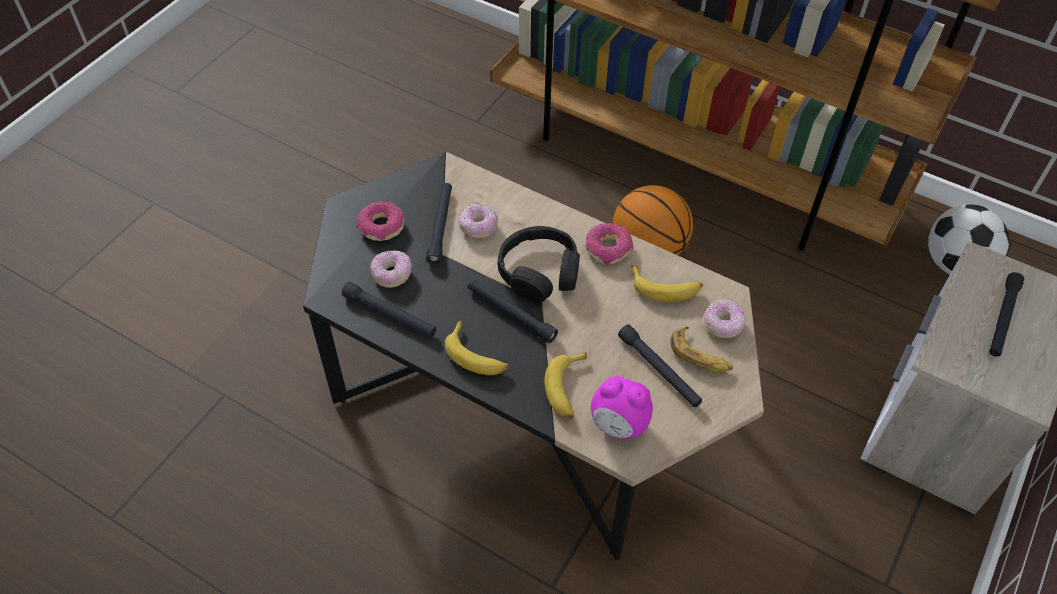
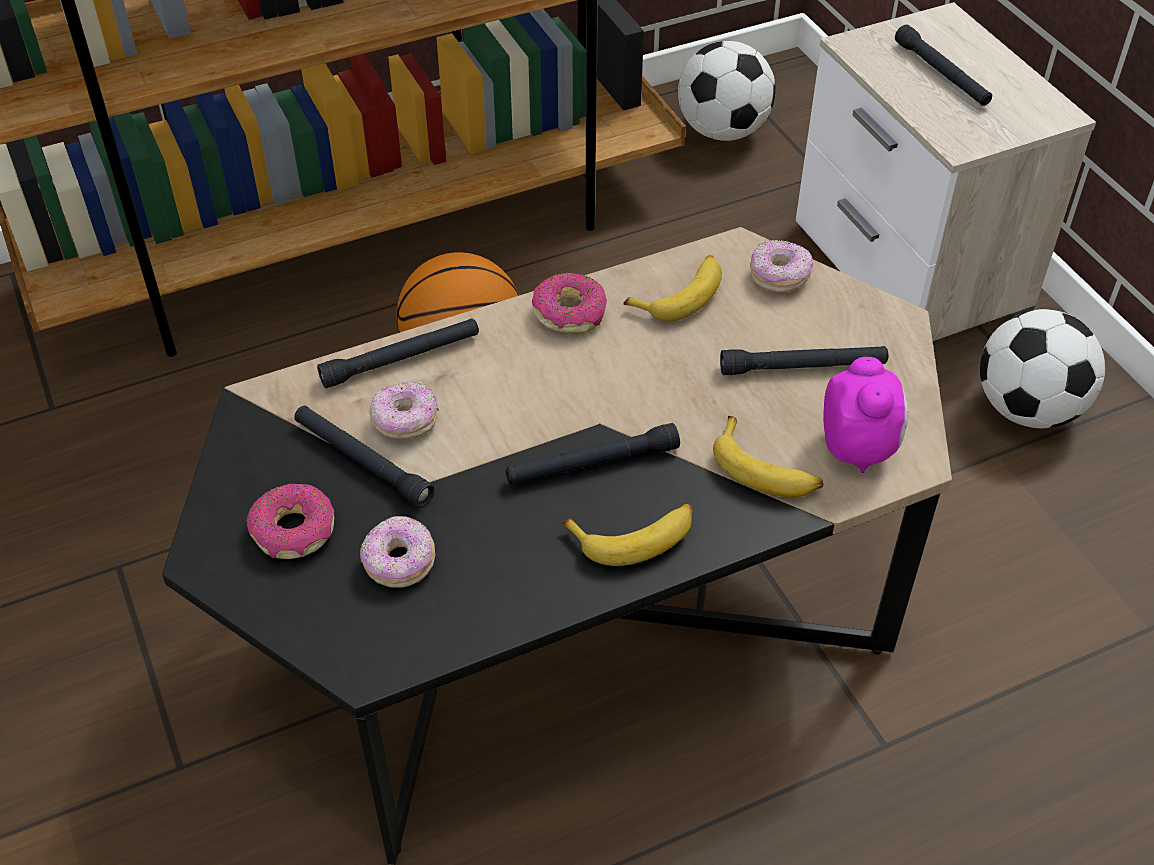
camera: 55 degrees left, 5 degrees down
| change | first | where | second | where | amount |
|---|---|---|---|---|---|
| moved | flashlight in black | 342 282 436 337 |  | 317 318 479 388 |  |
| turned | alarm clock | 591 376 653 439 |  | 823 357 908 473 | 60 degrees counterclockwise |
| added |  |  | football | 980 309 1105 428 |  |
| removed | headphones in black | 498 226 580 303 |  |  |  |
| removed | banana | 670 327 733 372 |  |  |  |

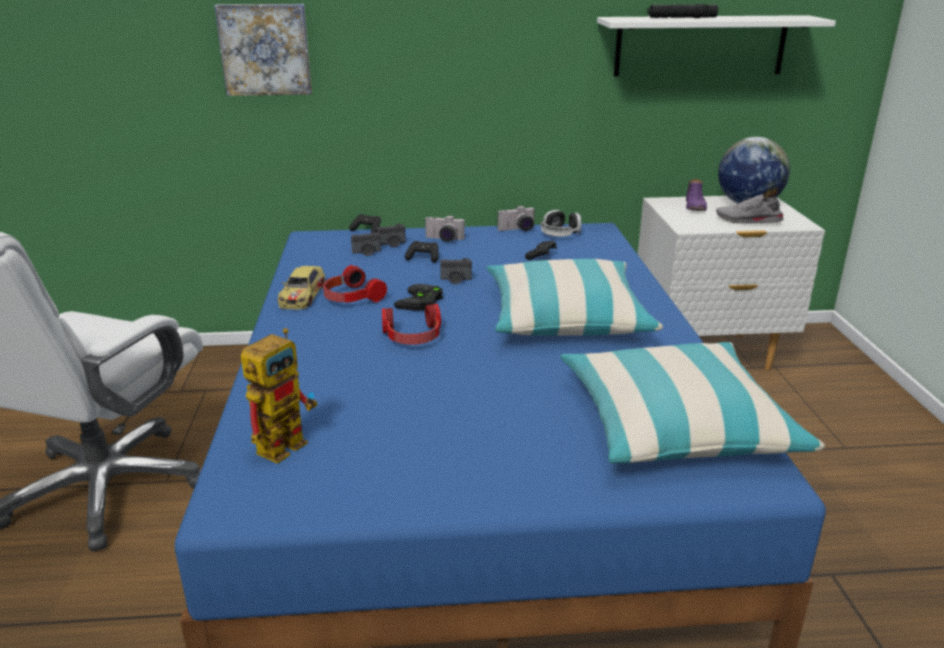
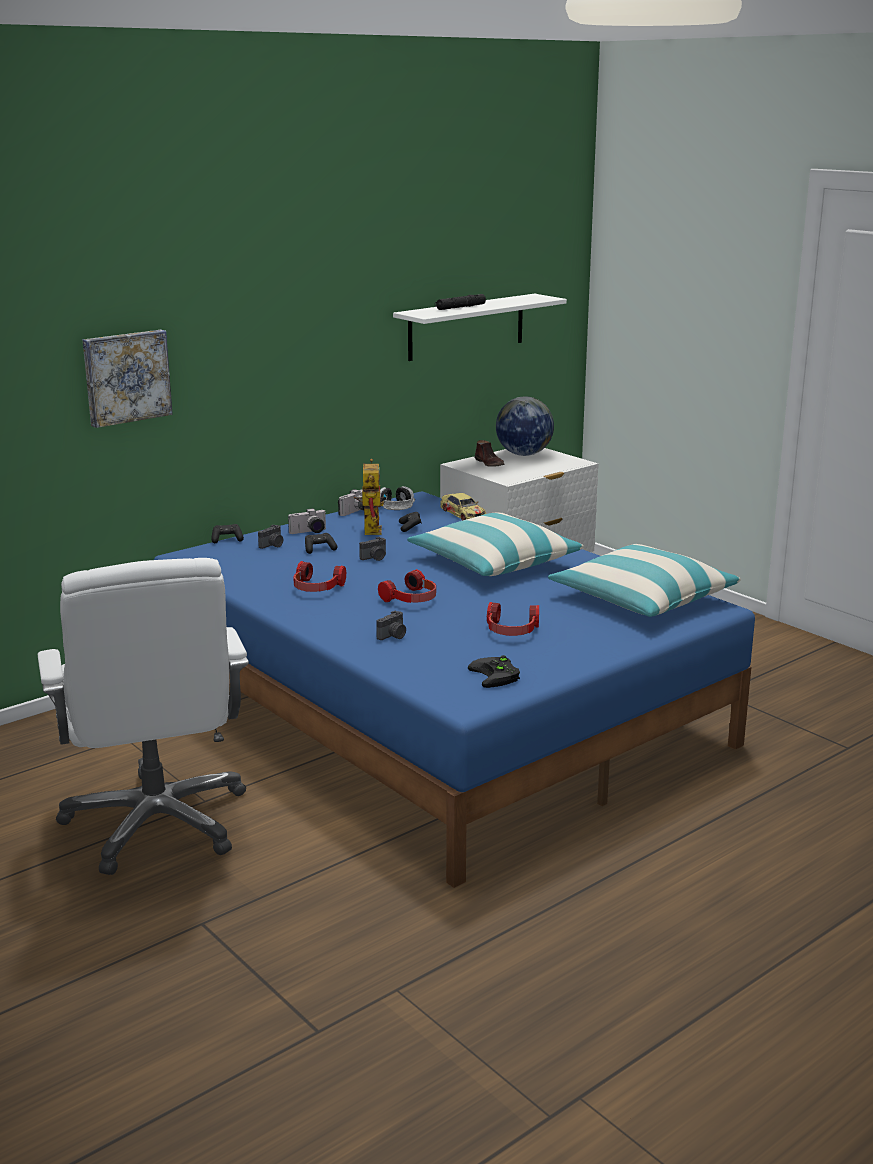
camera: 35 degrees left, 5 degrees down
| change | first | where | second | where | amount |
|---|---|---|---|---|---|
| moved | toy robot | 241 328 317 464 |  | 354 459 386 535 |  |
| moved | photo camera | 351 232 381 256 |  | 376 611 406 640 |  |
| moved | toy car | 278 266 325 309 |  | 440 493 486 521 |  |
| moved | game controller in black | 394 284 443 310 |  | 468 655 520 688 |  |
| recoloured | shoe in purple | 686 179 707 211 | shoe in brown | 475 440 504 467 |  |
| added |  |  | headphones | 487 602 539 636 |  |
| removed | shoe in grey | 716 194 784 224 |  |  |  |

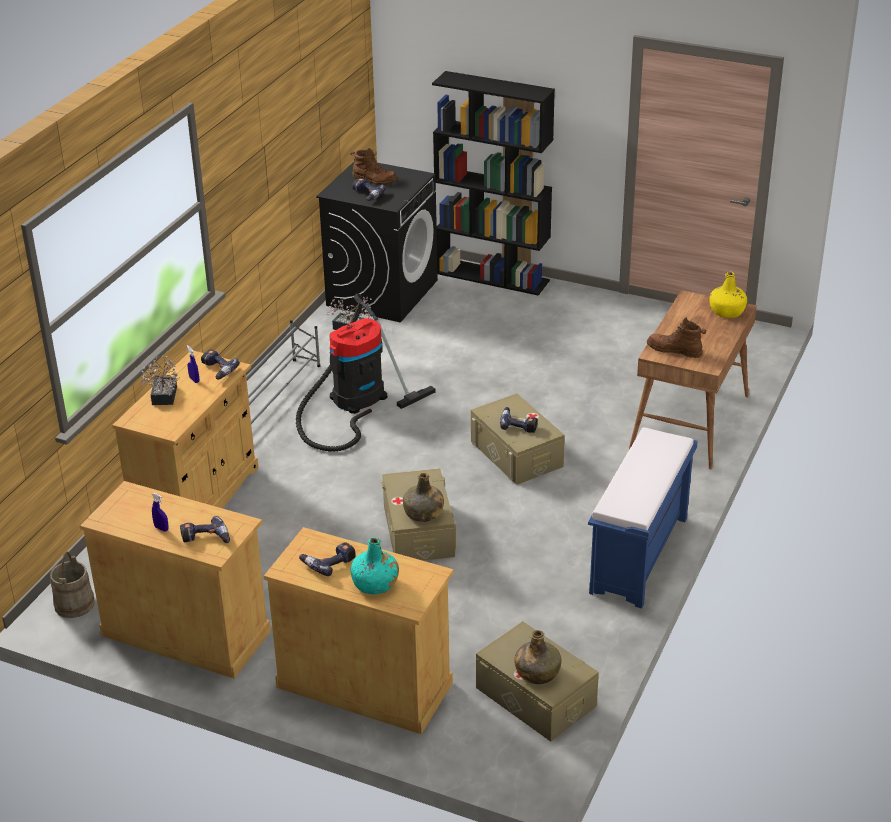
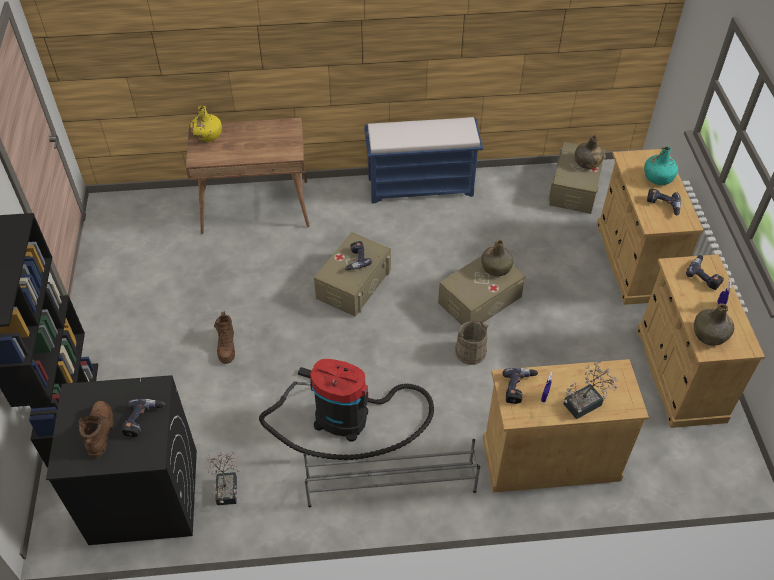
camera: 120 degrees left, 15 degrees up
| change | first | where | second | where | amount |
|---|---|---|---|---|---|
| moved | boot in brown | 647 318 706 358 |  | 214 312 235 364 |  |
| moved | bucket in beige | 50 552 95 618 |  | 455 320 489 365 |  |
| added |  |  | bottle in green | 694 303 734 346 |  |

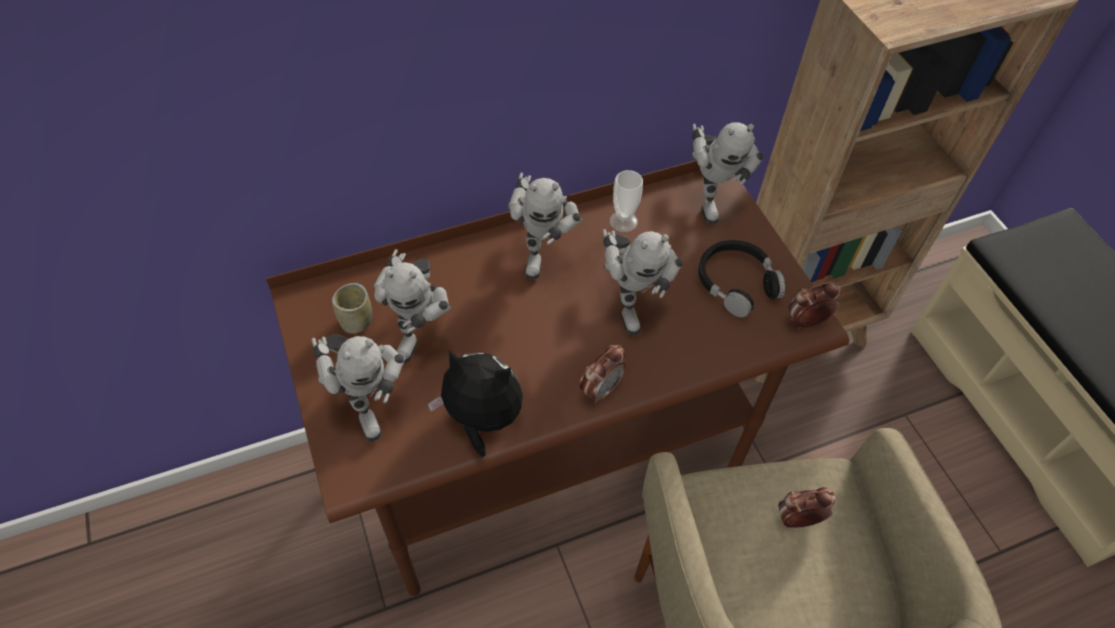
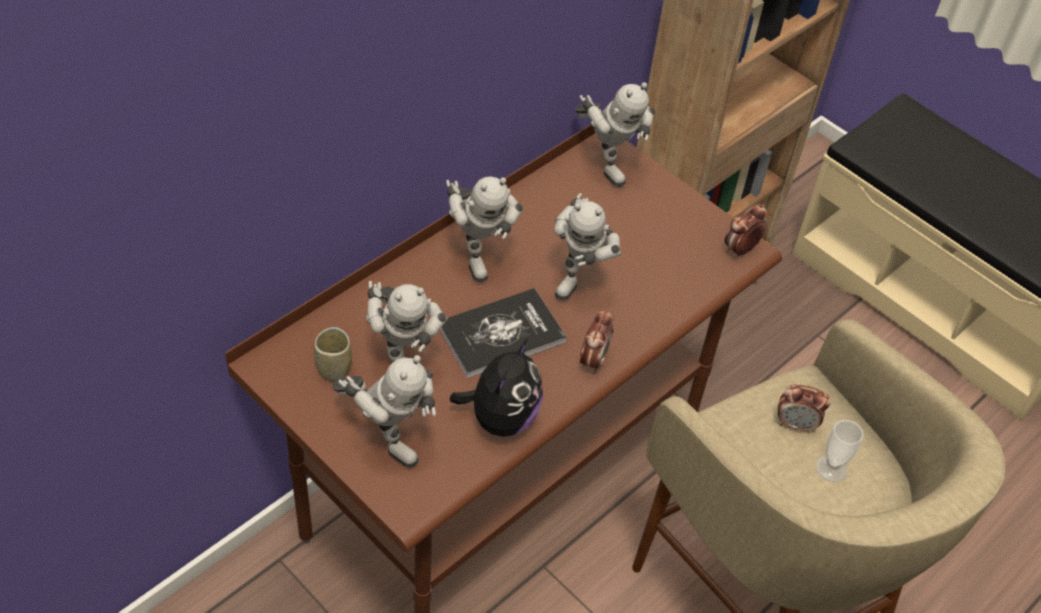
camera: 25 degrees left, 5 degrees down
| change | first | where | second | where | amount |
|---|---|---|---|---|---|
| added |  |  | book | 439 288 567 378 |  |
| turned | plush toy | 428 350 523 457 |  | 449 339 543 437 | 120 degrees clockwise |
| turned | toy robot | 603 229 683 335 |  | 554 193 622 300 | 60 degrees clockwise |
| turned | alarm clock | 778 487 835 528 |  | 778 385 831 433 | 135 degrees counterclockwise |
| moved | cup | 610 170 643 232 |  | 816 420 864 482 |  |
| removed | headphones in black | 699 240 785 317 |  |  |  |

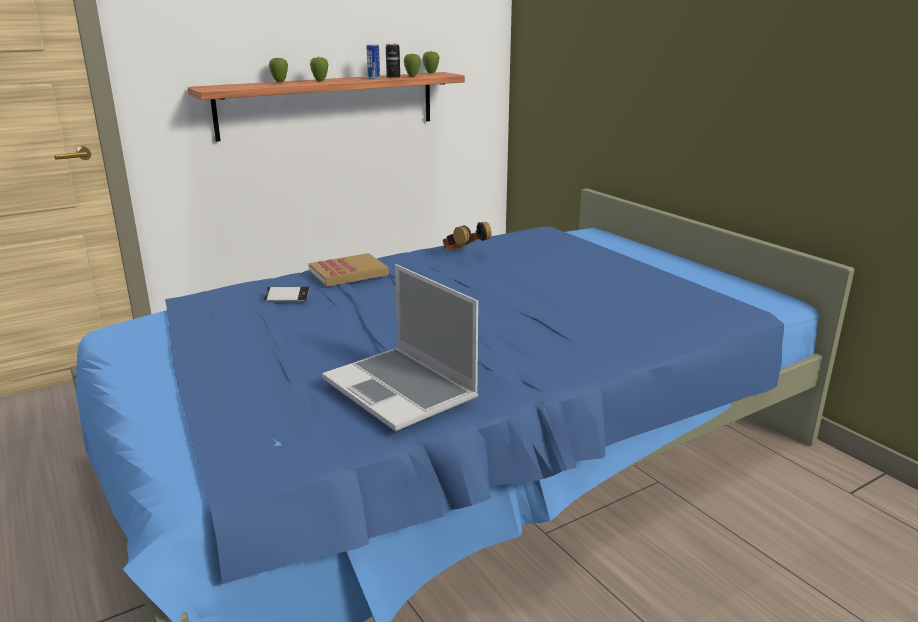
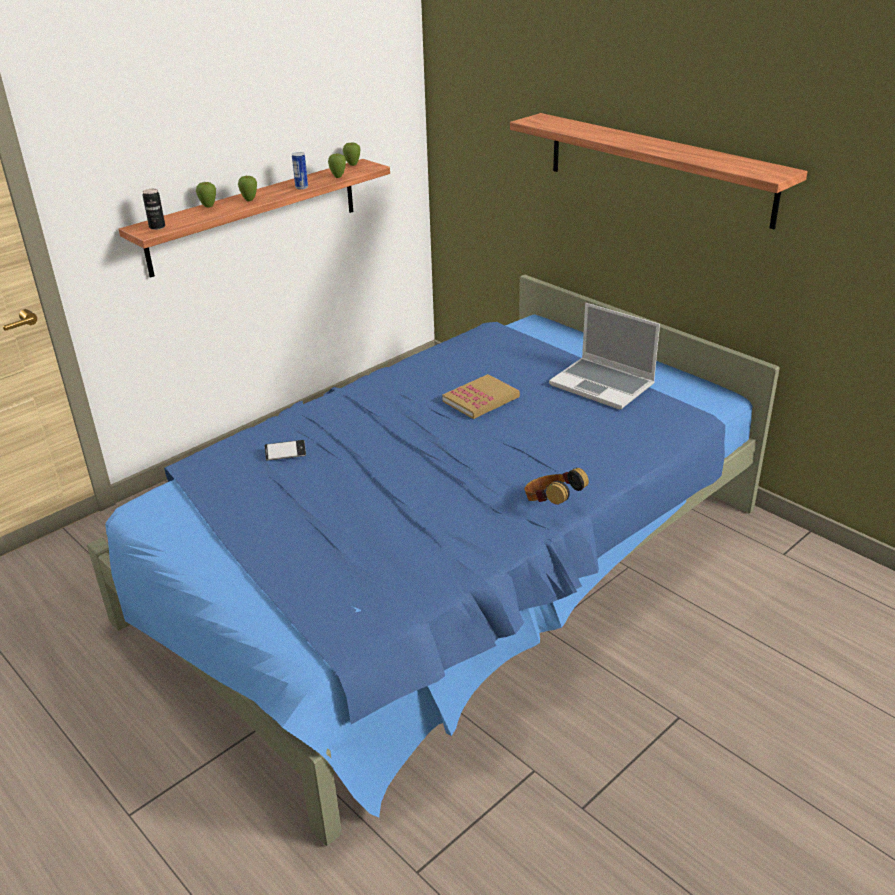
camera: 10 degrees left, 10 degrees up
| change | first | where | second | where | amount |
|---|---|---|---|---|---|
| moved | can | 386 44 400 78 |  | 142 189 165 230 |  |
| moved | book | 308 253 389 287 |  | 442 374 520 419 |  |
| added |  |  | shelf | 510 113 808 229 |  |
| moved | headphones | 443 222 492 250 |  | 524 468 589 505 |  |
| moved | laptop | 322 264 478 432 |  | 549 303 660 410 |  |

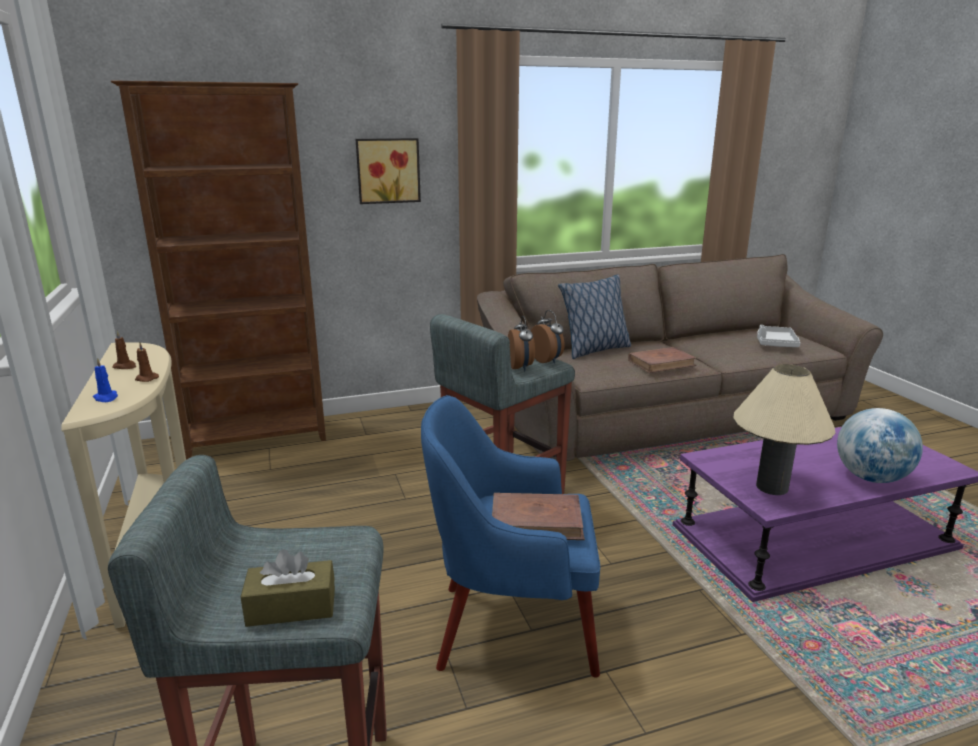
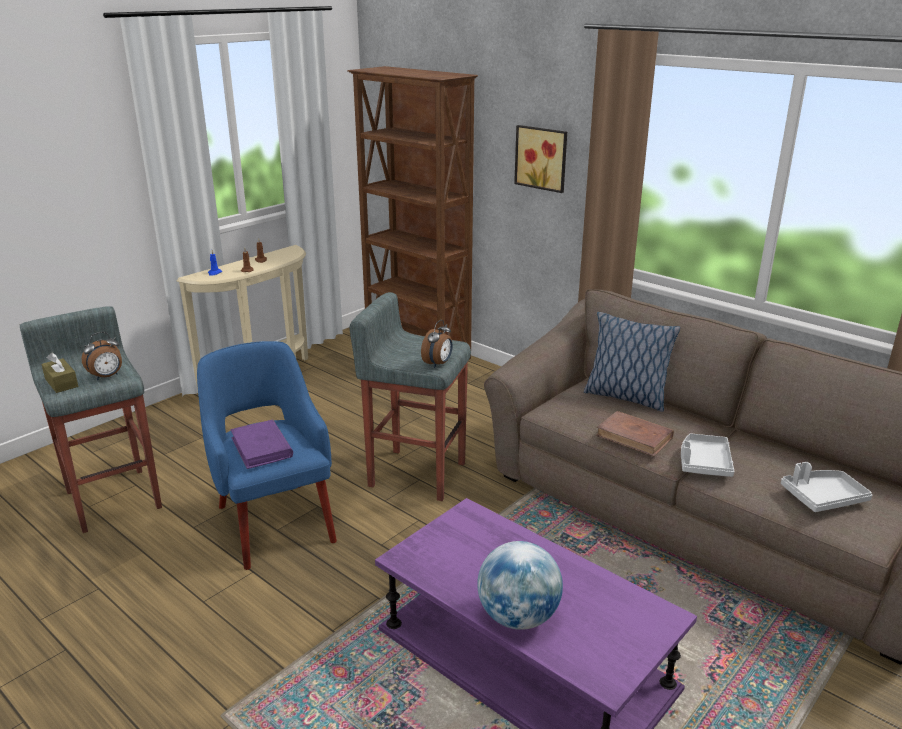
camera: 60 degrees right, 5 degrees up
| change | first | where | second | where | amount |
|---|---|---|---|---|---|
| moved | alarm clock | 508 315 535 371 |  | 82 332 122 380 |  |
| recoloured | book in brown | 492 493 585 540 | book in purple | 230 420 293 469 |  |
| added |  |  | tray in grey | 681 433 734 477 |  |
| removed | table lamp in beige | 733 364 836 495 |  |  |  |

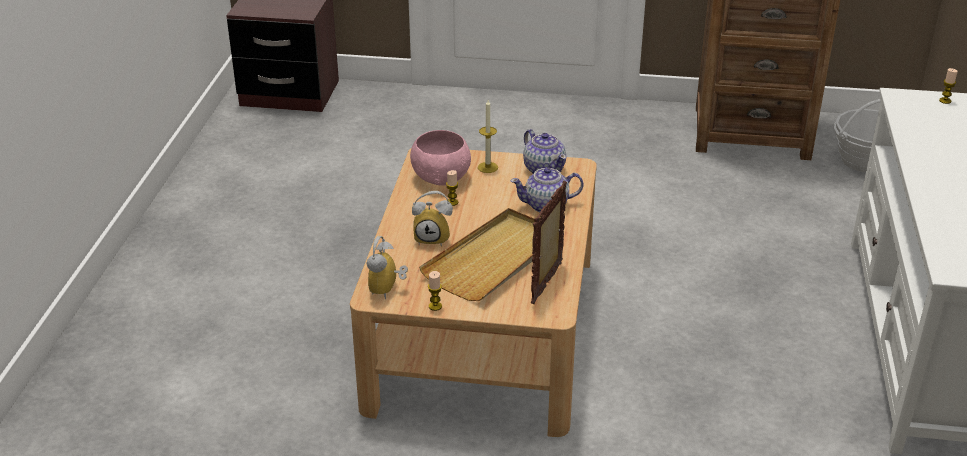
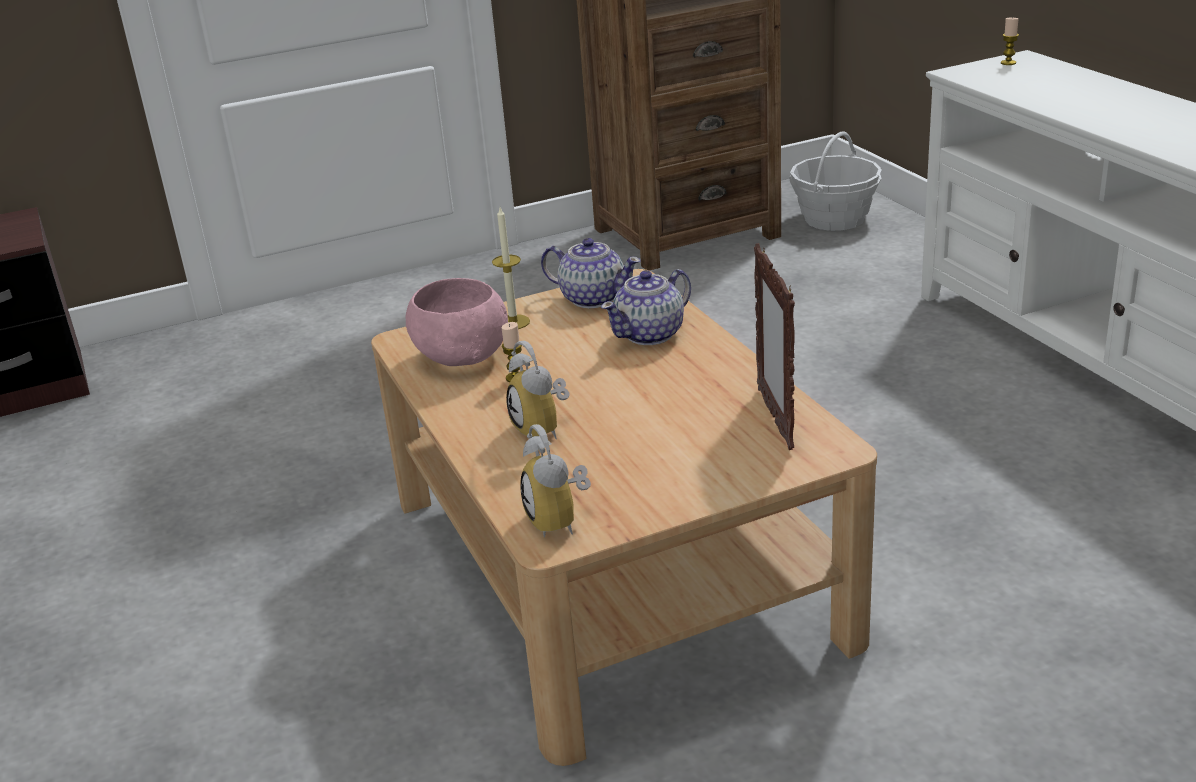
camera: 30 degrees left, 5 degrees down
| change | first | where | second | where | amount |
|---|---|---|---|---|---|
| turned | alarm clock | 412 191 453 246 |  | 506 341 570 439 | 90 degrees clockwise |
| removed | tray in beige | 419 208 534 301 |  |  |  |
| removed | candle | 428 271 442 311 |  |  |  |

